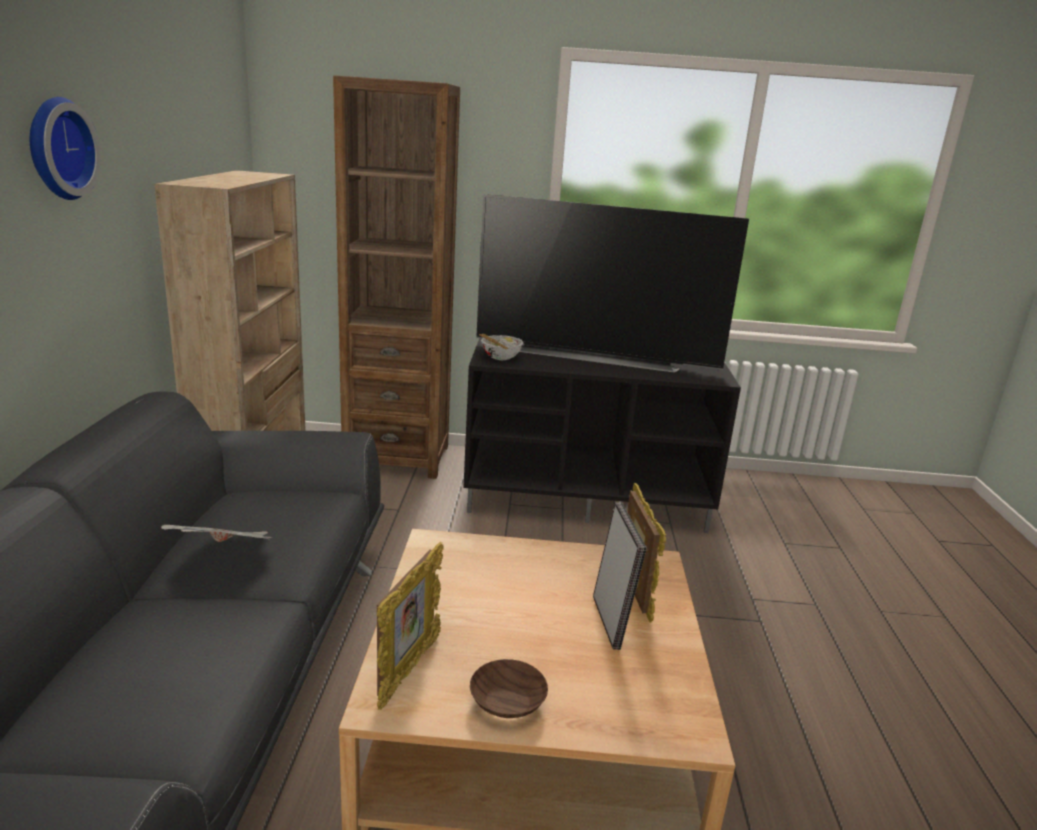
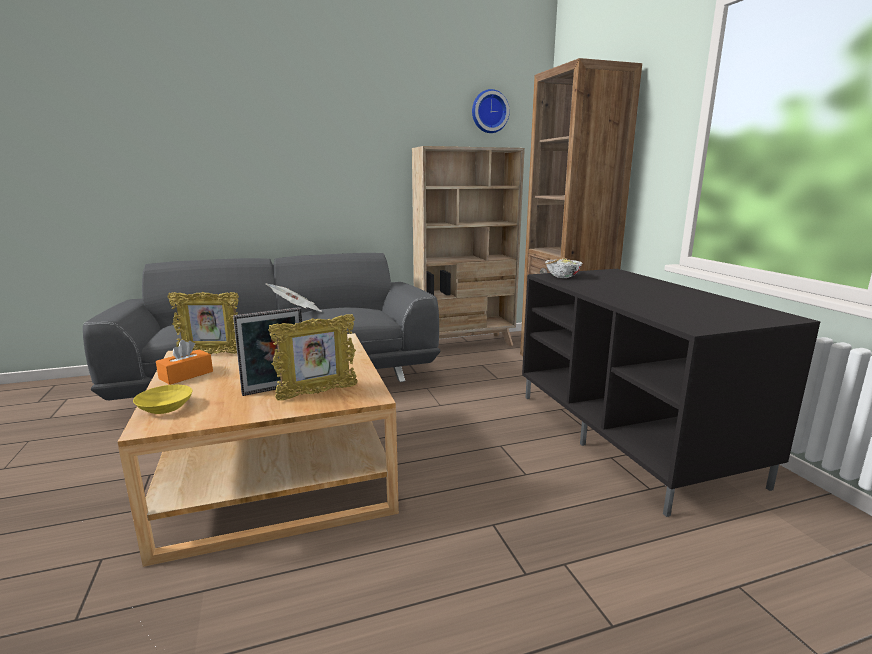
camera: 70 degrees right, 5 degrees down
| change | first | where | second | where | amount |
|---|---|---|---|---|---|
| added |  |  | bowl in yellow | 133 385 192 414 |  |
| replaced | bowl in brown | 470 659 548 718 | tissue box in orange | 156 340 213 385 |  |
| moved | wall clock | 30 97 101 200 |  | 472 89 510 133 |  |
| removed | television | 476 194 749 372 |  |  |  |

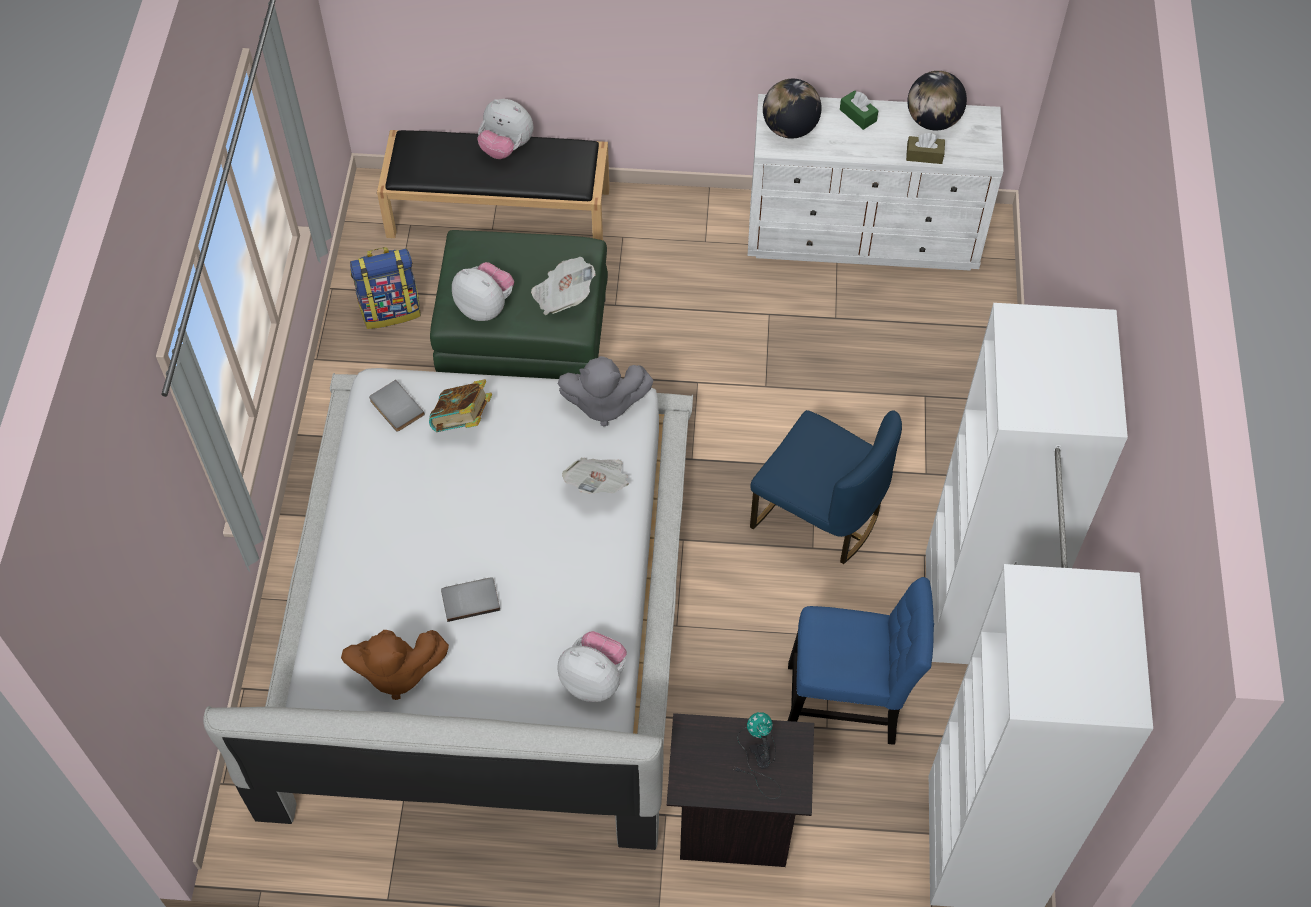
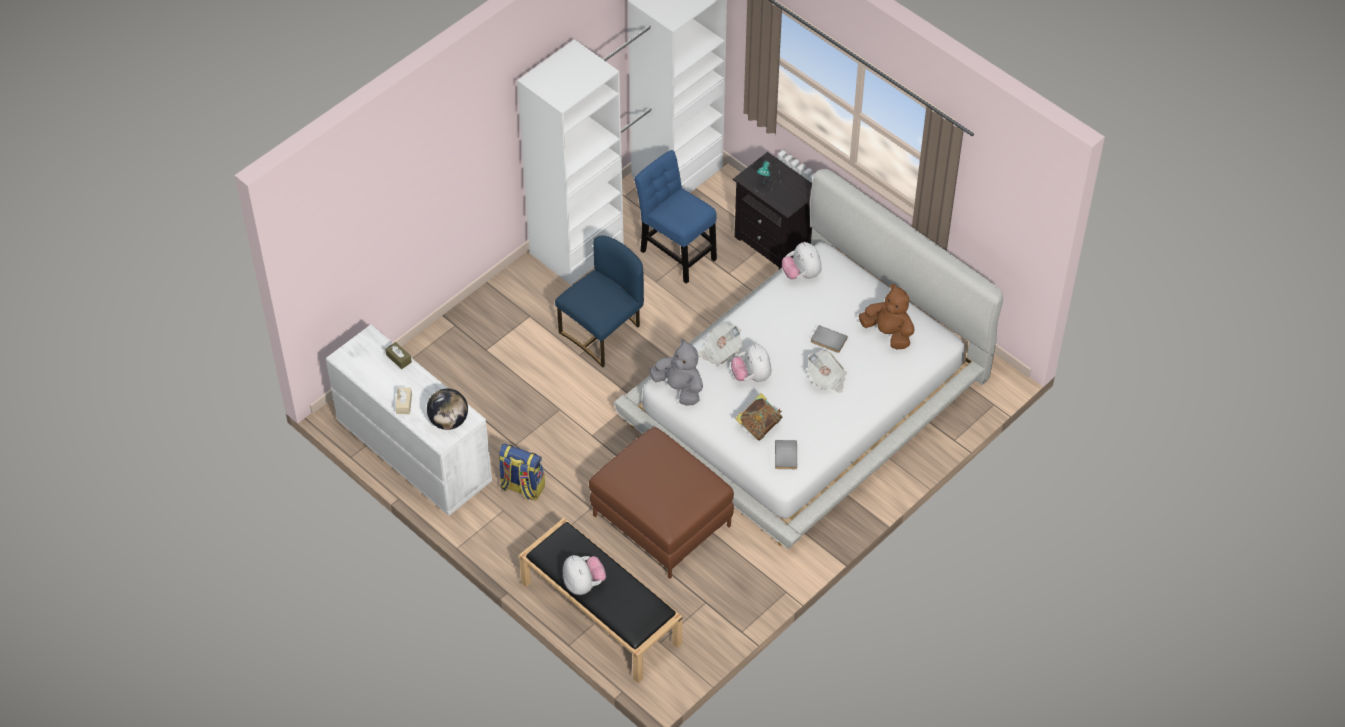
camera: 140 degrees left, 5 degrees down
| change | first | where | second | where | amount |
|---|---|---|---|---|---|
| recoloured | tissue box in green | 840 90 879 130 | tissue box in beige | 396 388 412 414 |  |
| moved | backpack | 350 247 421 329 |  | 498 443 545 500 |  |
| turned | chair in blue | 750 410 902 564 |  | 555 236 644 367 | 60 degrees clockwise |
| recoloured | ottoman in green | 430 230 608 379 | ottoman in brown | 589 427 734 579 |  |
| moved | plush toy | 452 262 514 321 |  | 731 344 771 382 |  |
| moved | newspaper | 531 257 596 315 |  | 807 350 847 393 |  |
| removed | globe | 907 71 967 130 |  |  |  |

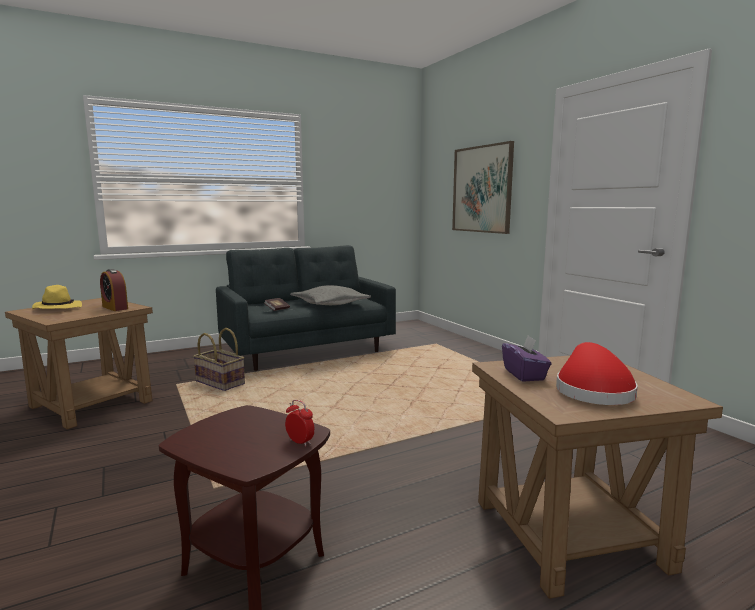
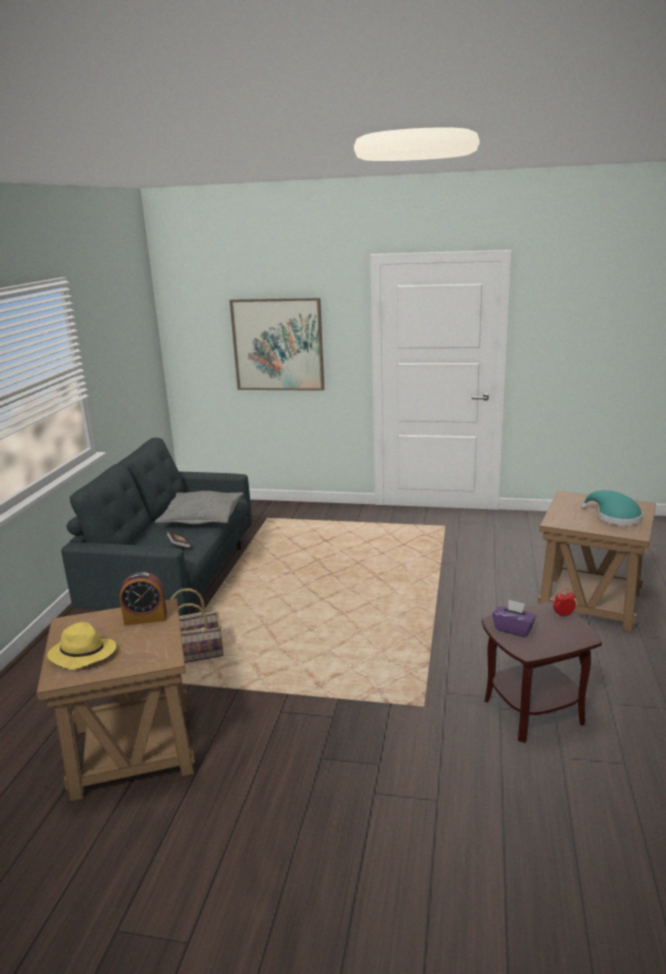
camera: 50 degrees left, 10 degrees up
| change | first | where | second | where | amount |
|---|---|---|---|---|---|
| moved | tissue box in purple | 502 335 552 382 |  | 492 600 537 637 |  |
| recoloured | hat in red | 556 342 638 405 | hat in turquoise | 581 490 643 525 |  |

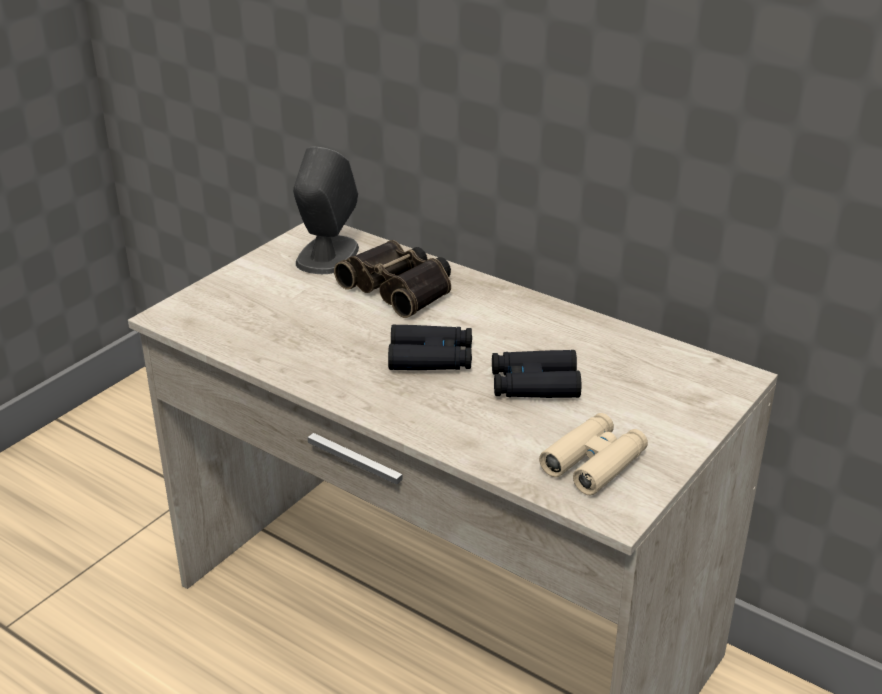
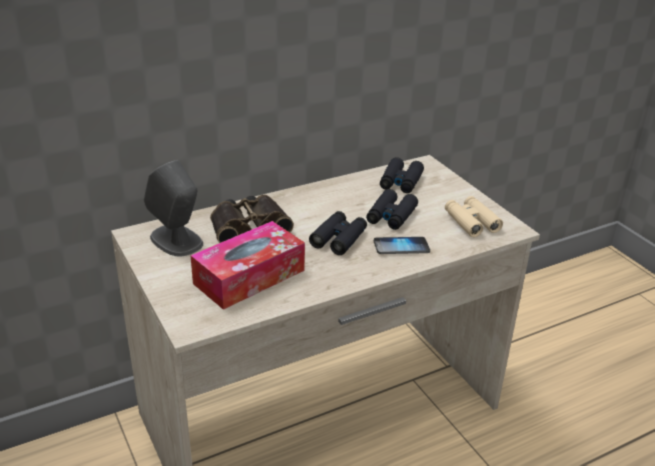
camera: 65 degrees left, 0 degrees up
| change | first | where | second | where | amount |
|---|---|---|---|---|---|
| added |  |  | tissue box | 190 221 305 310 |  |
| added |  |  | phone | 374 237 430 254 |  |
| added |  |  | binoculars in black | 380 157 424 193 |  |

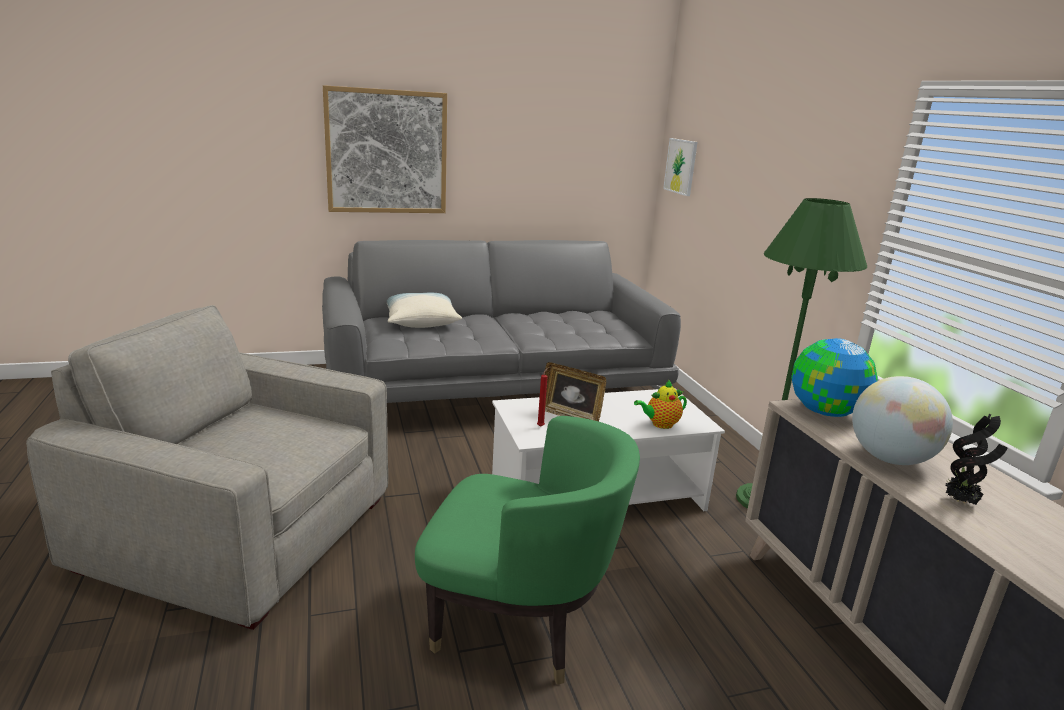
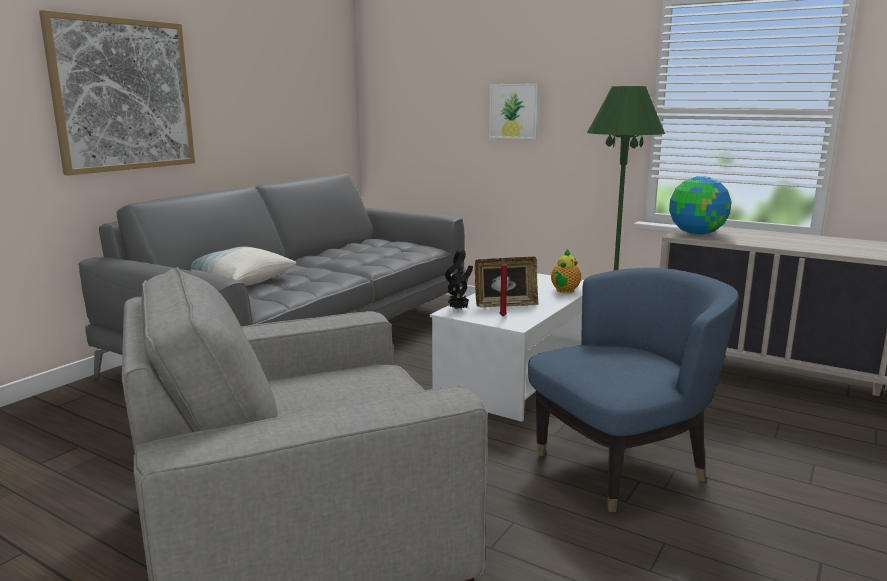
camera: 40 degrees left, 5 degrees down
| change | first | where | second | where | amount |
|---|---|---|---|---|---|
| moved | potted plant | 946 414 1008 505 |  | 445 249 473 310 |  |
| moved | picture | 663 138 698 196 |  | 489 84 539 139 |  |
| recoloured | armchair in green | 415 416 640 685 | armchair in blue | 528 268 739 512 |  |
| removed | globe | 852 376 953 465 |  |  |  |

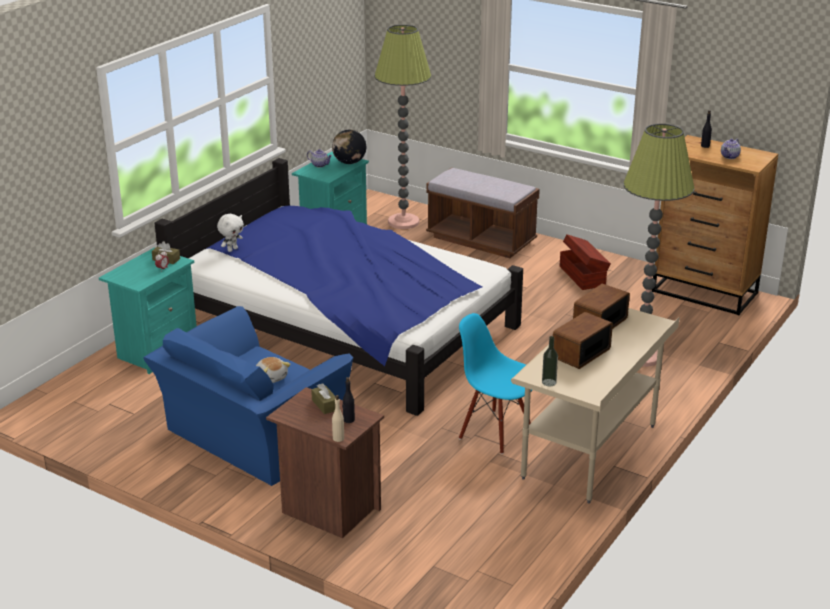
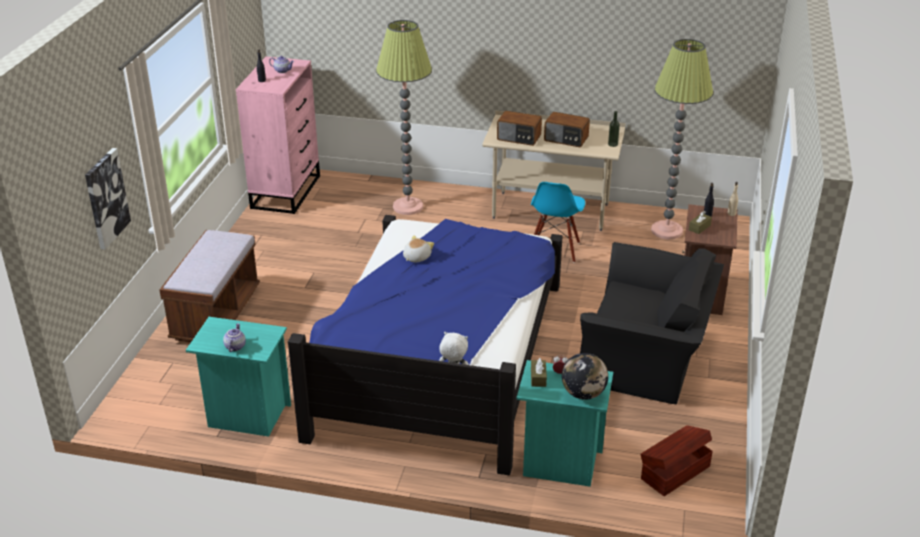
camera: 110 degrees left, 5 degrees up
| change | first | where | second | where | amount |
|---|---|---|---|---|---|
| added |  |  | picture | 85 148 131 250 |  |
| recoloured | dresser in brown | 652 135 778 315 | dresser in pink | 236 56 320 214 |  |
| moved | plush toy | 256 357 291 383 |  | 403 235 434 263 |  |
| moved | globe | 332 130 366 164 |  | 562 353 608 400 |  |
| recoloured | armchair in blue | 143 306 353 486 | armchair in black | 580 242 724 404 |  |
| moved | storage box in brown | 560 234 611 290 |  | 641 425 713 496 |  |
| moved | floor lamp | 375 25 431 229 |  | 651 39 713 239 |  |

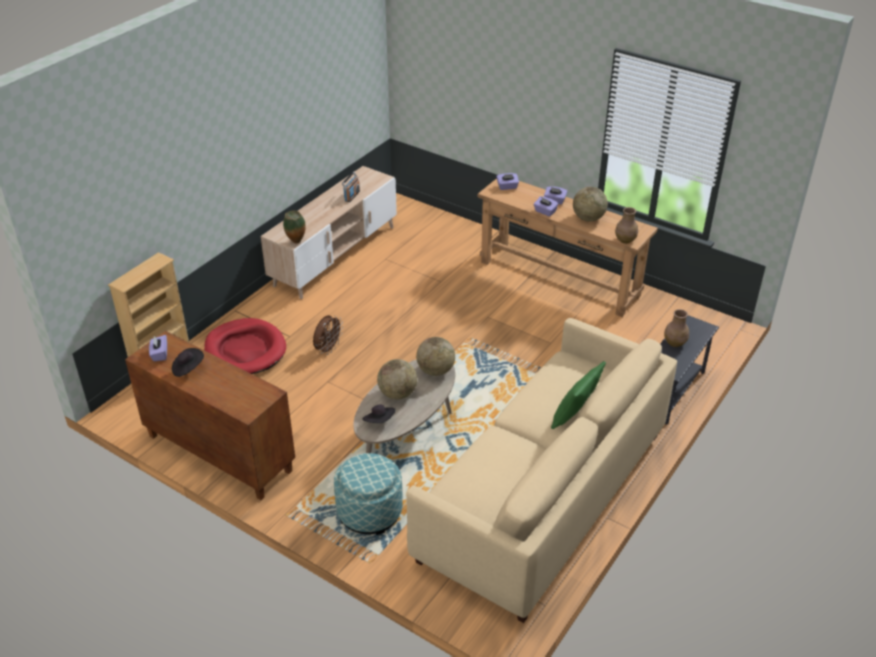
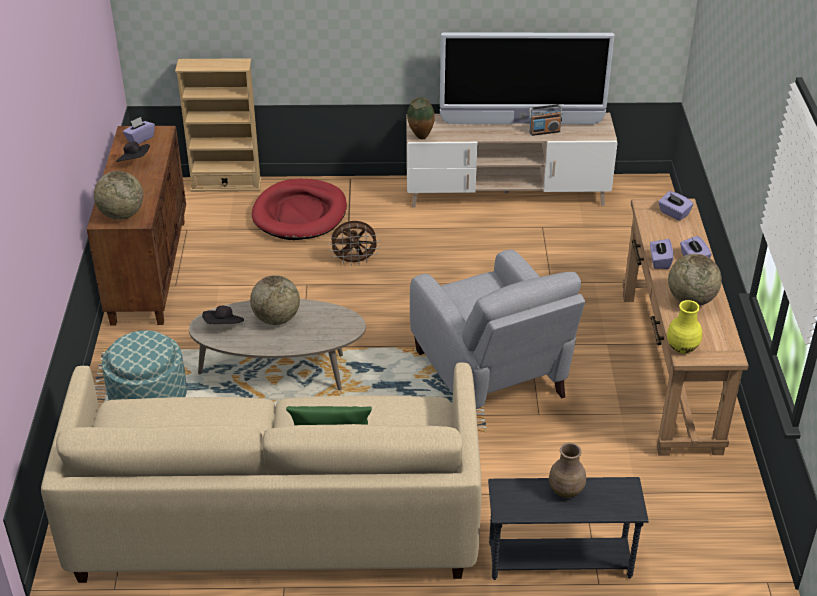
camera: 55 degrees right, 0 degrees up
| change | first | where | second | where | amount |
|---|---|---|---|---|---|
| moved | globe | 416 337 455 376 |  | 94 171 143 220 |  |
| added |  |  | armchair in grey | 410 250 585 409 |  |
| added |  |  | television | 440 32 615 124 |  |
| recoloured | vase in brown | 615 207 638 244 | vase in yellow | 667 300 702 354 |  |

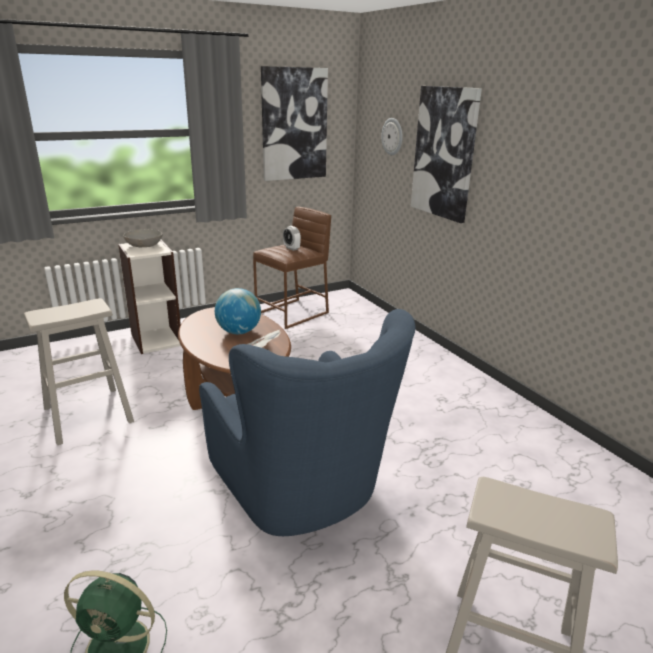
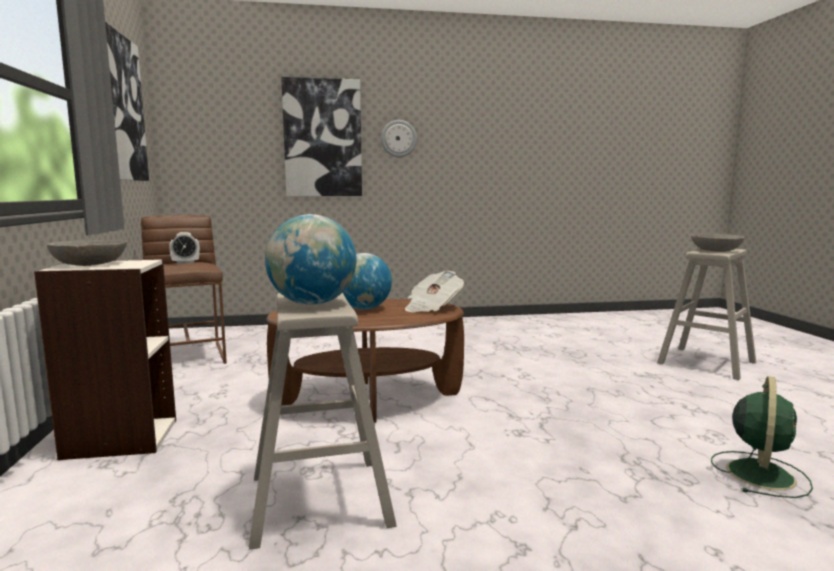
camera: 70 degrees left, 15 degrees down
| change | first | where | second | where | amount |
|---|---|---|---|---|---|
| added |  |  | globe | 265 214 356 305 |  |
| moved | wall clock | 382 118 403 155 |  | 381 120 417 157 |  |
| added |  |  | bowl in grey | 691 234 745 252 |  |
| removed | armchair in blue | 199 309 416 536 |  |  |  |

